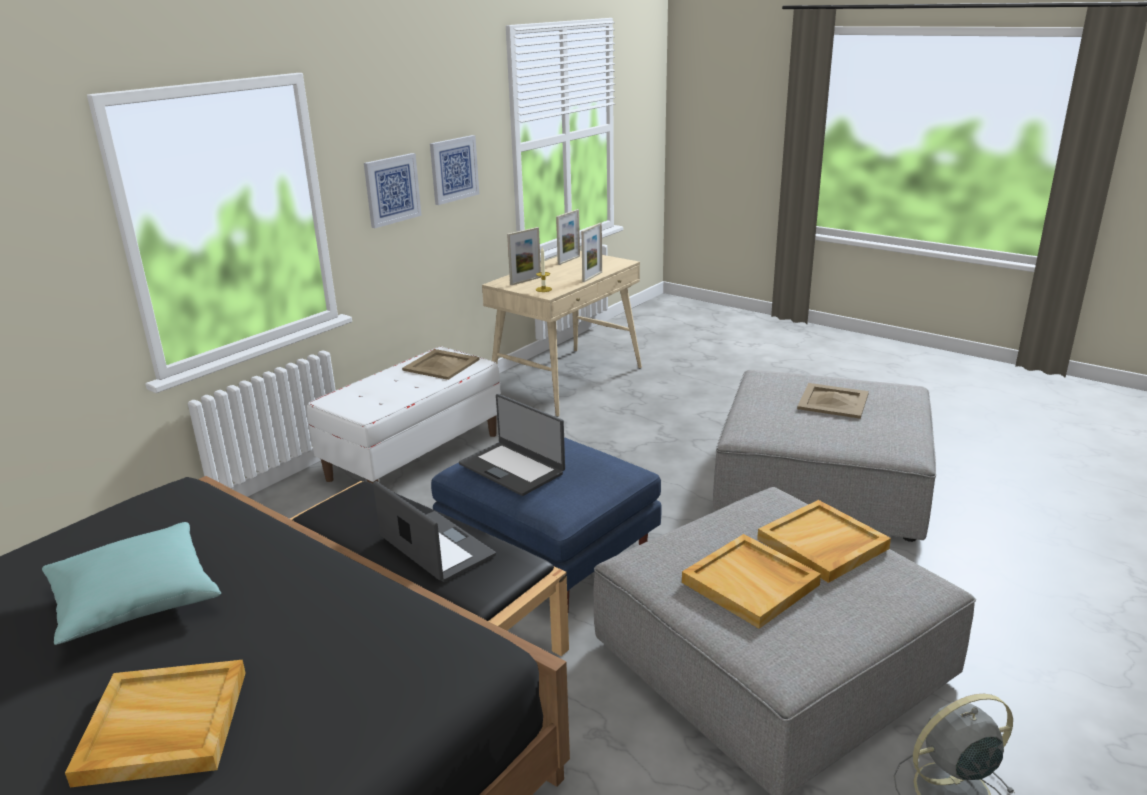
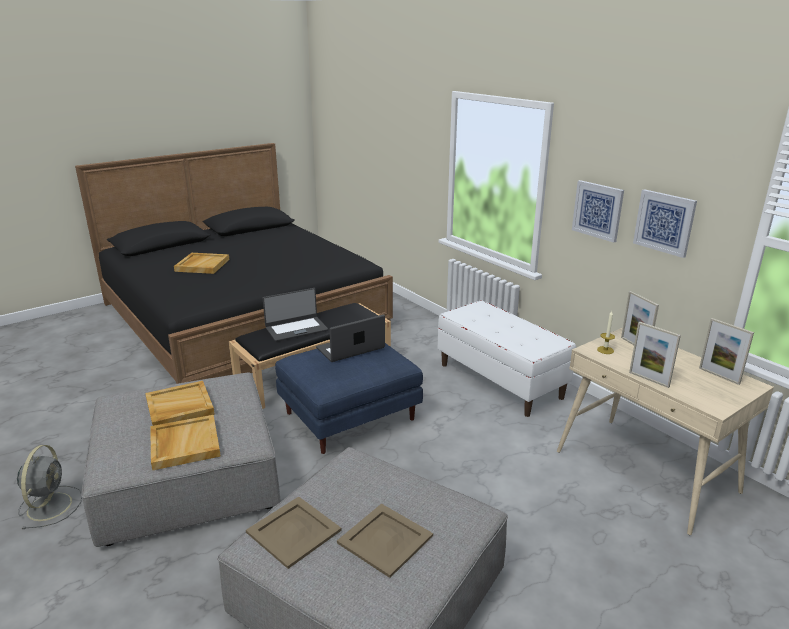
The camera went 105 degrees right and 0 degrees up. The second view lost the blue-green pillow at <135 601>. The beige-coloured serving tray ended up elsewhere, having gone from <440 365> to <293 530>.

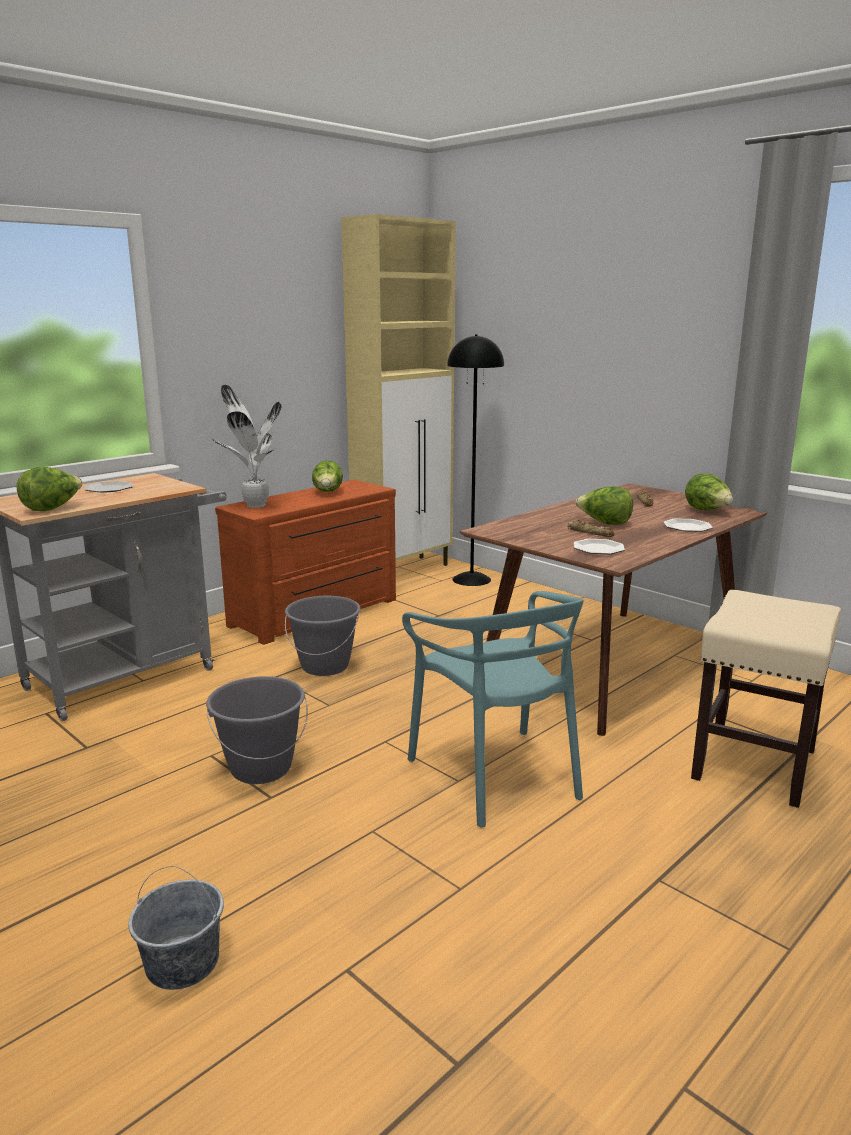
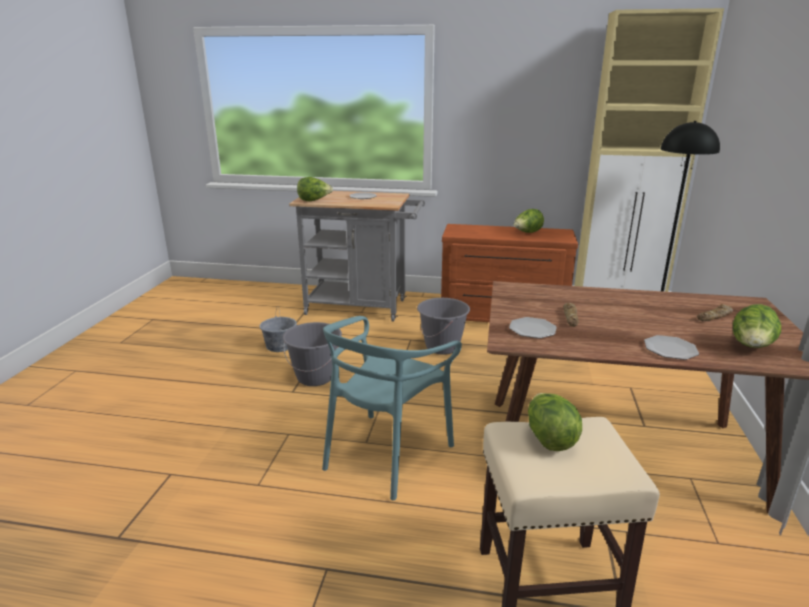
The camera went 55 degrees right and 5 degrees up. The second view lost the houseplant at <255 505>. The greyish water bucket ended up elsewhere, having gone from <182 962> to <280 346>. The lettuce ended up elsewhere, having gone from <604 523> to <549 438>.

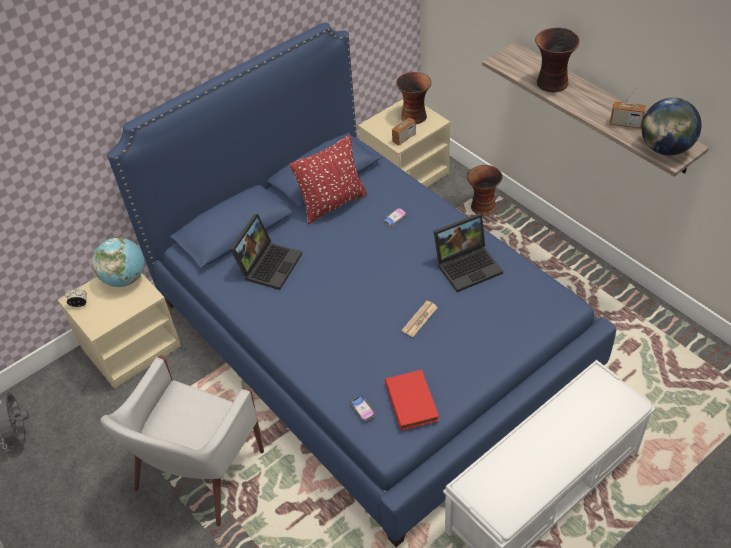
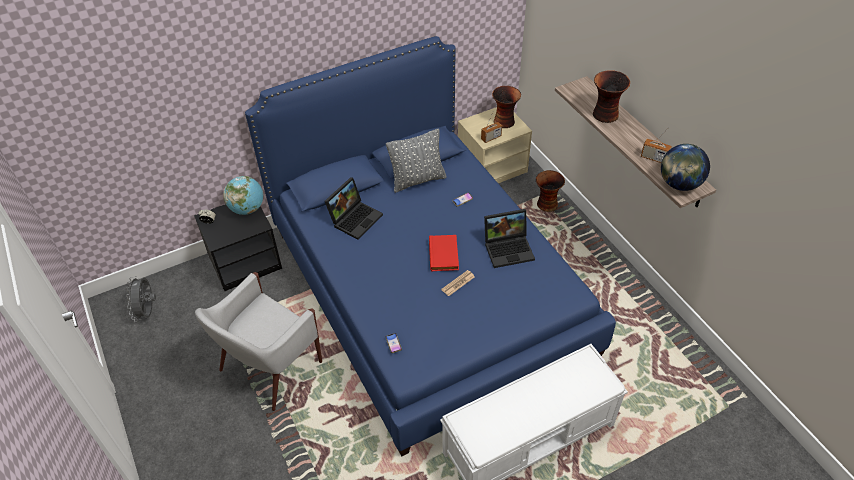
The camera went 10 degrees right and 0 degrees up. The red book ended up elsewhere, having gone from <413 402> to <444 255>. What was the beige-coloured bedside table at <131 346> turned into the blackish bedside table at <245 261>. What was the red pillow at <332 204> turned into the greyish pillow at <417 180>.

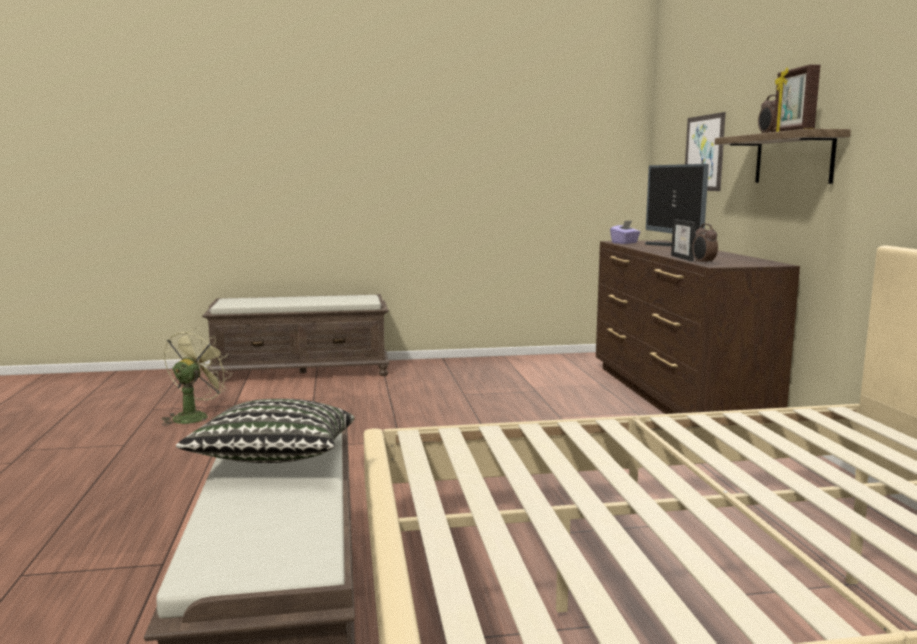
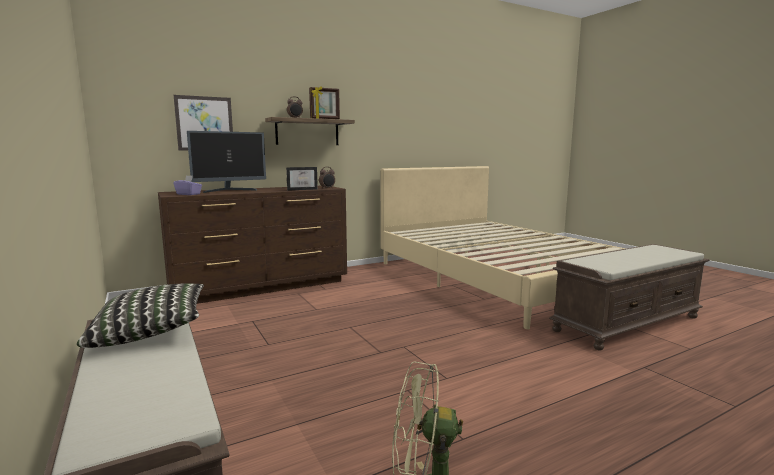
The camera went 110 degrees left and 0 degrees up. The pillow ended up elsewhere, having gone from <275 460> to <151 332>.

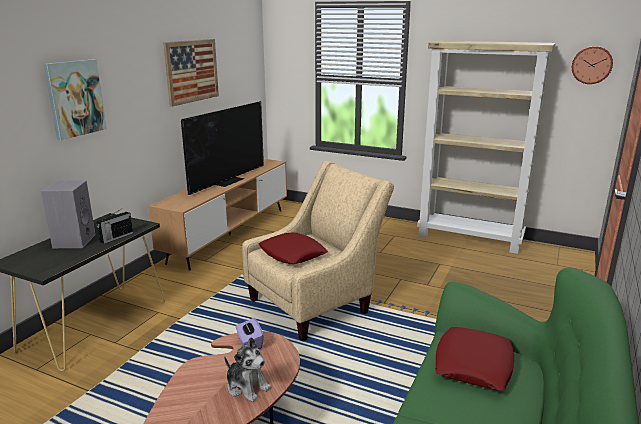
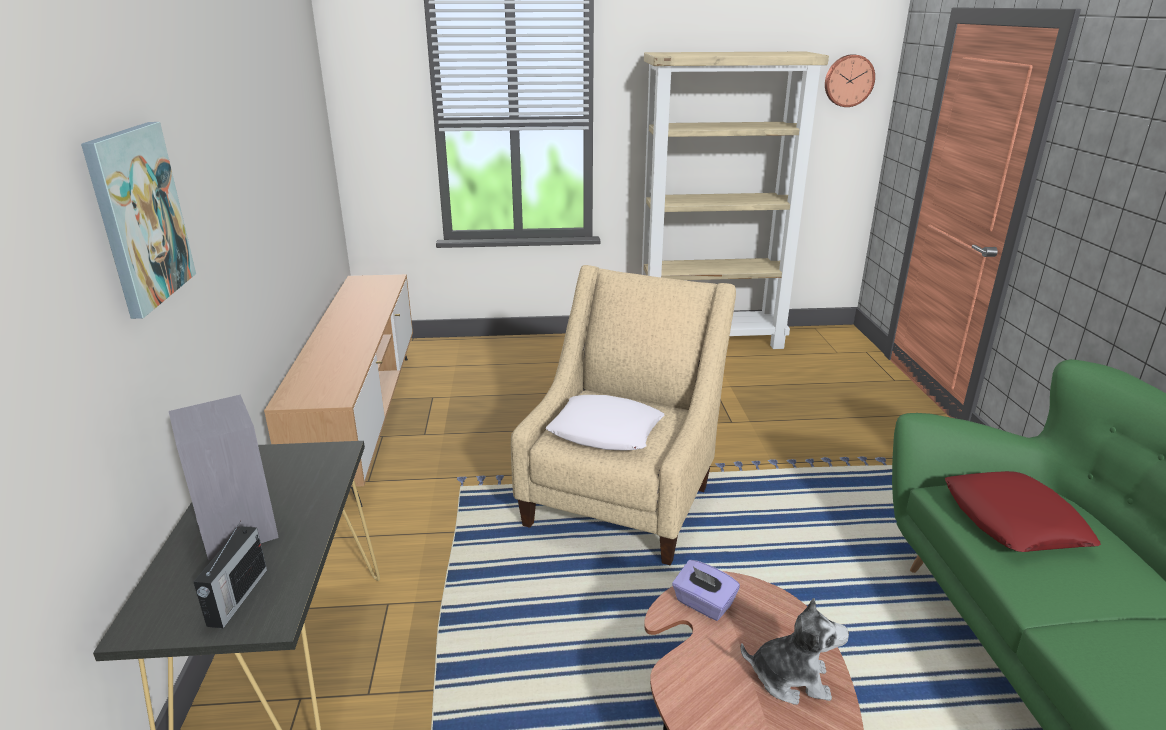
The camera went 30 degrees left and 5 degrees up. The second view lost the wall art at <192 71>. The second view lost the TV at <228 181>. The radio ended up elsewhere, having gone from <116 237> to <236 598>. What was the red pillow at <292 254> turned into the white-coloured pillow at <605 431>.

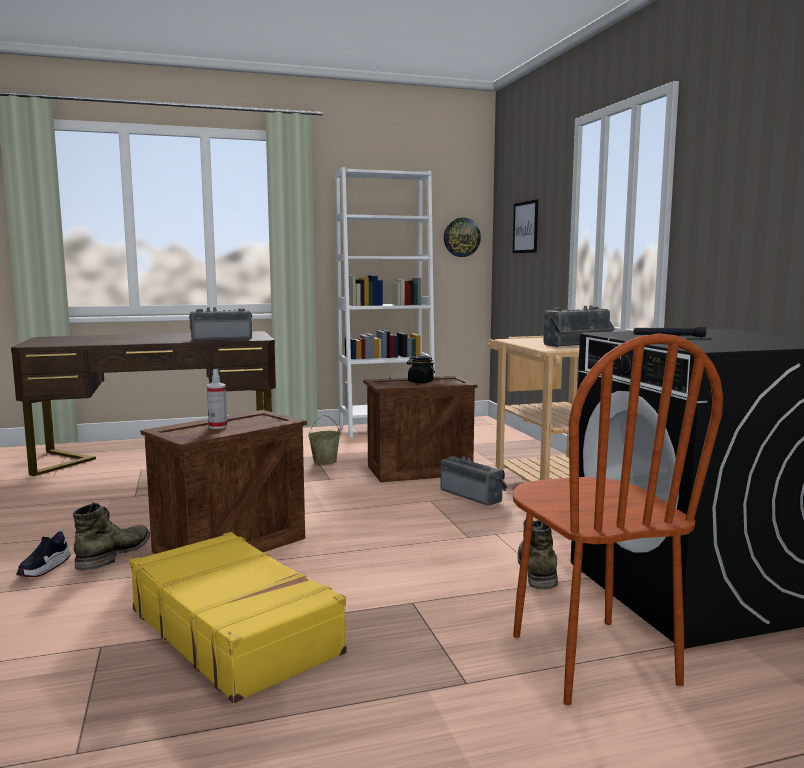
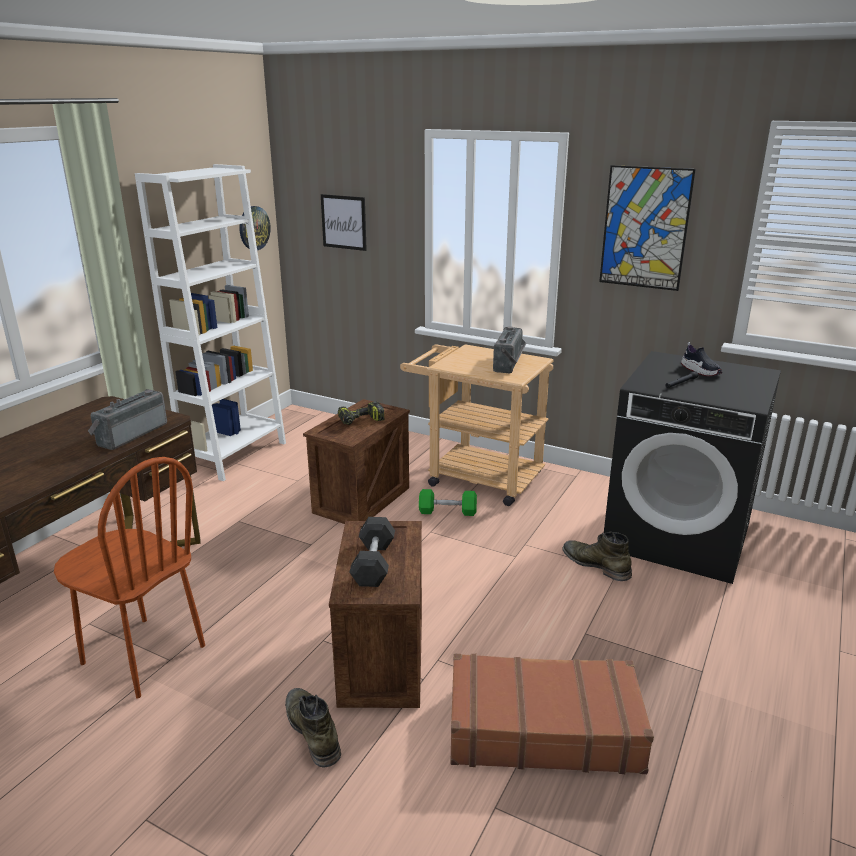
The camera went 45 degrees left and 15 degrees up. The second view lost the beige-coloured water bucket at <325 461>. The second view gained the wall art at <645 228>. The item of footwear ended up elsewhere, having gone from <44 568> to <700 371>. The brown chair ended up elsewhere, having gone from <591 659> to <143 655>. Where the spray bottle stood at <218 426>, the greyish hand weight came to stand at <373 563>. Where the blackish jar stood at <420 382>, the power drill came to stand at <361 421>. Where the radio stood at <473 495>, the green-coloured hand weight came to stand at <447 511>. What was the yellow suitcase at <235 631> turned into the brown suitcase at <543 728>.

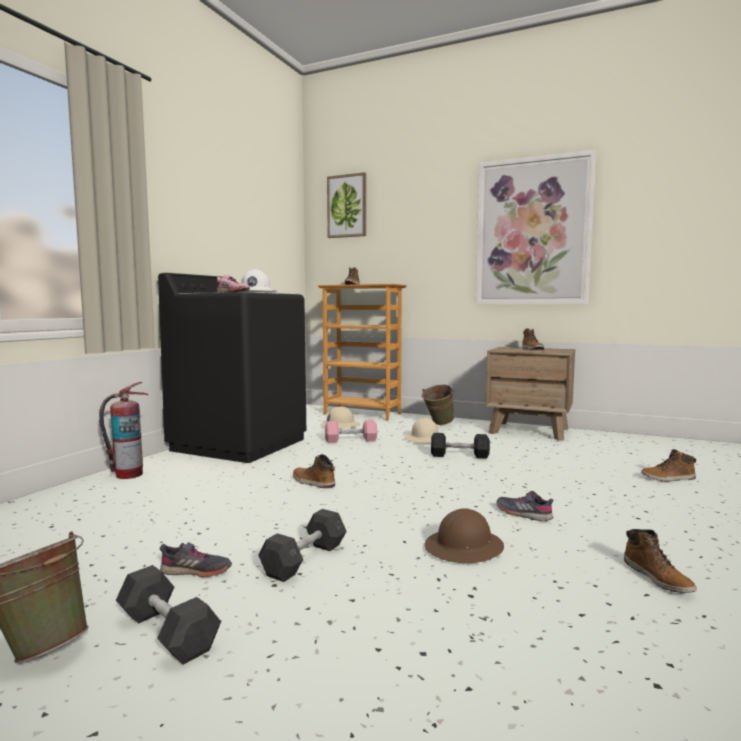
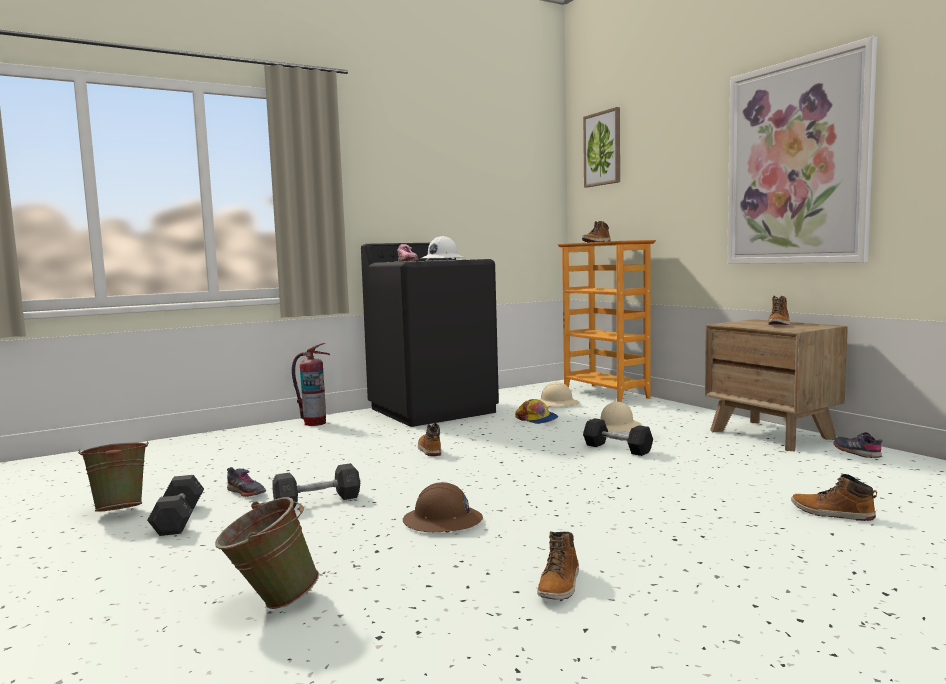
The camera went 35 degrees right and 0 degrees up. The green-coloured water bucket ended up elsewhere, having gone from <438 424> to <269 602>. The greyish item of footwear ended up elsewhere, having gone from <523 514> to <857 452>. Where the pink hand weight stood at <351 440>, the baseball cap came to stand at <537 419>.

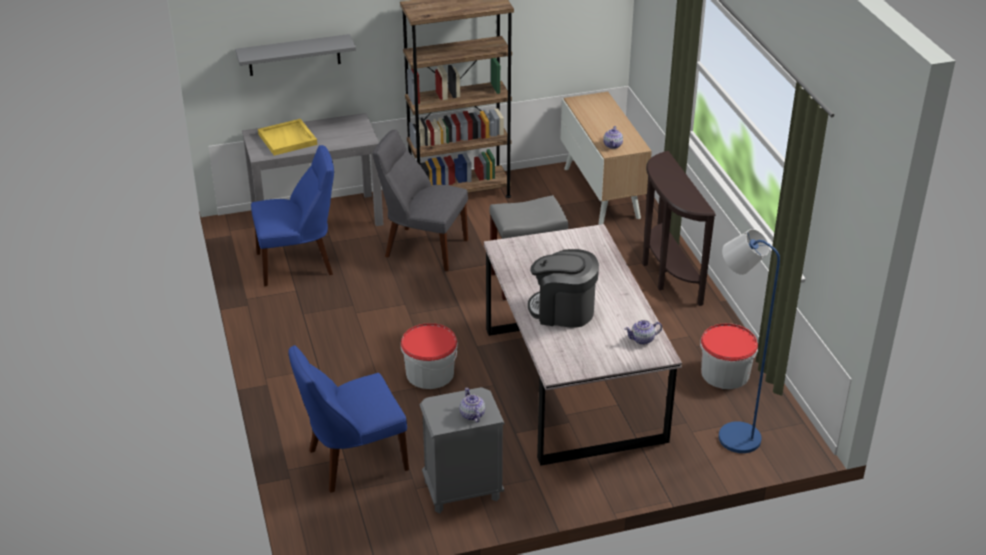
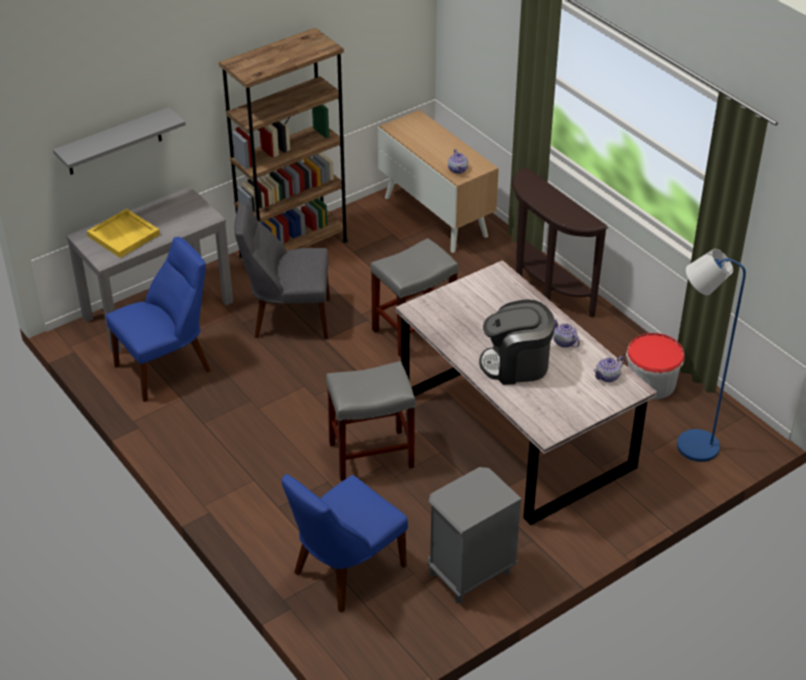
The camera went 20 degrees left and 5 degrees up. The pot for tea ended up elsewhere, having gone from <472 415> to <564 342>. Where the water bucket stood at <429 373>, the greyish stool came to stand at <370 455>.

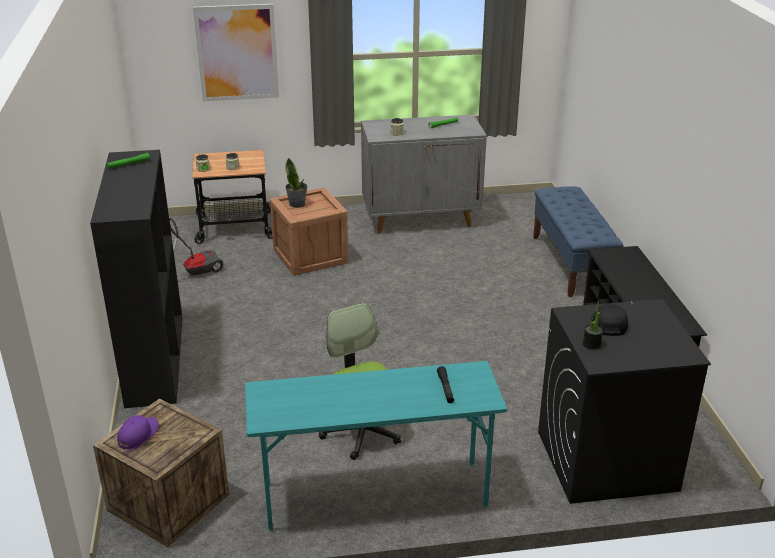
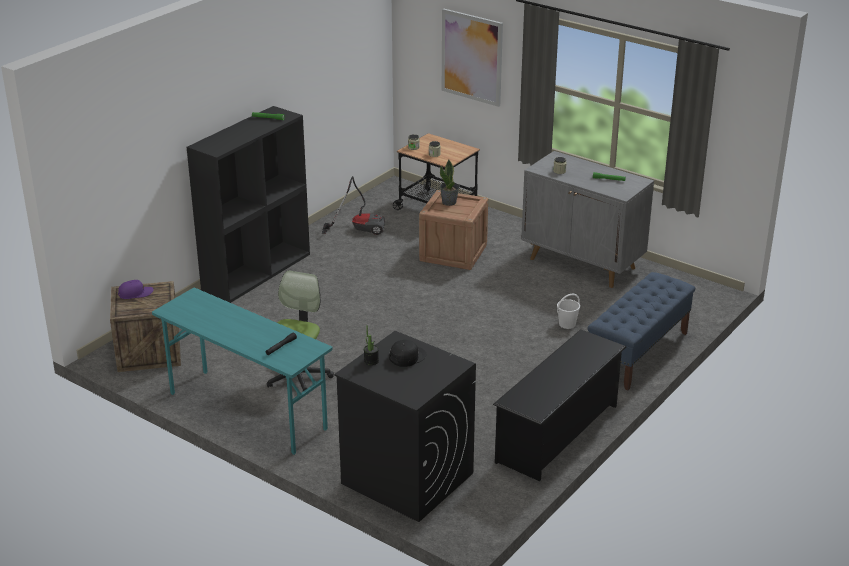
The camera went 45 degrees right and 0 degrees up. The second view gained the white-coloured water bucket at <567 324>.

